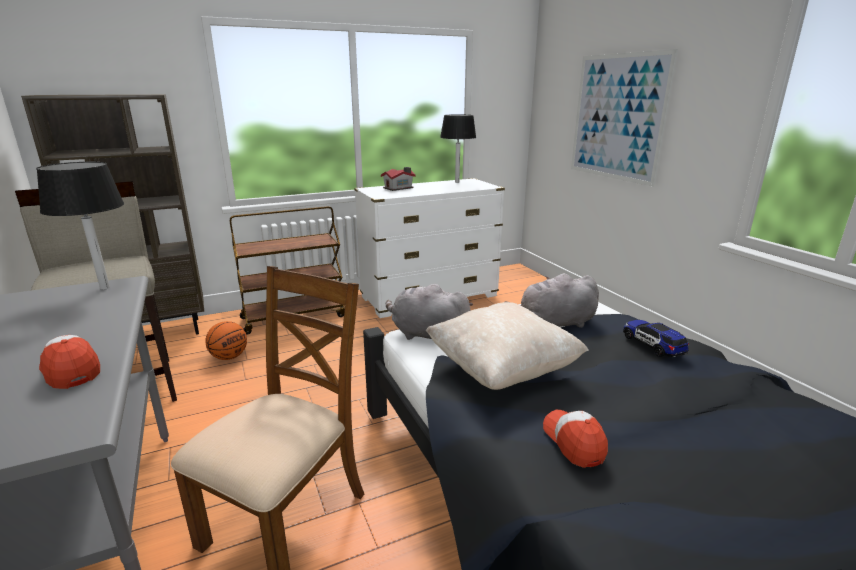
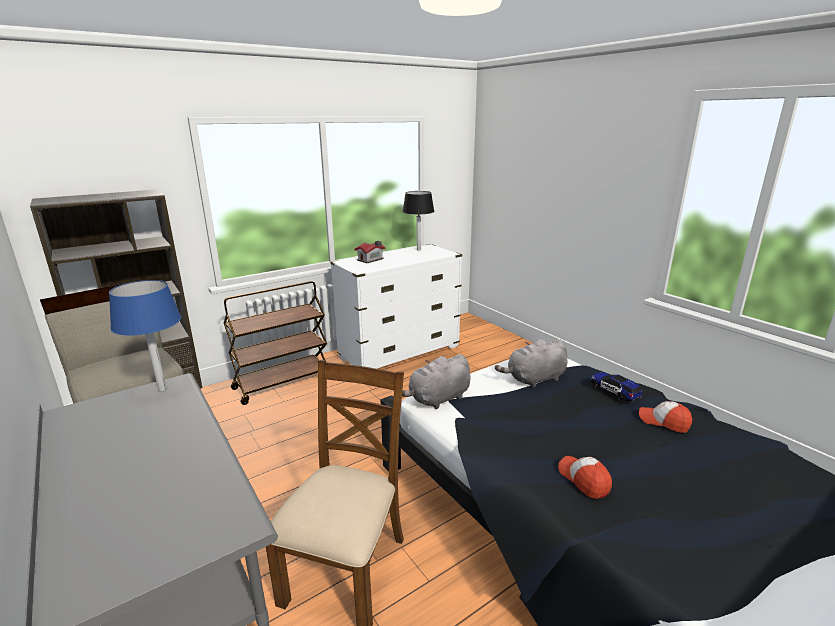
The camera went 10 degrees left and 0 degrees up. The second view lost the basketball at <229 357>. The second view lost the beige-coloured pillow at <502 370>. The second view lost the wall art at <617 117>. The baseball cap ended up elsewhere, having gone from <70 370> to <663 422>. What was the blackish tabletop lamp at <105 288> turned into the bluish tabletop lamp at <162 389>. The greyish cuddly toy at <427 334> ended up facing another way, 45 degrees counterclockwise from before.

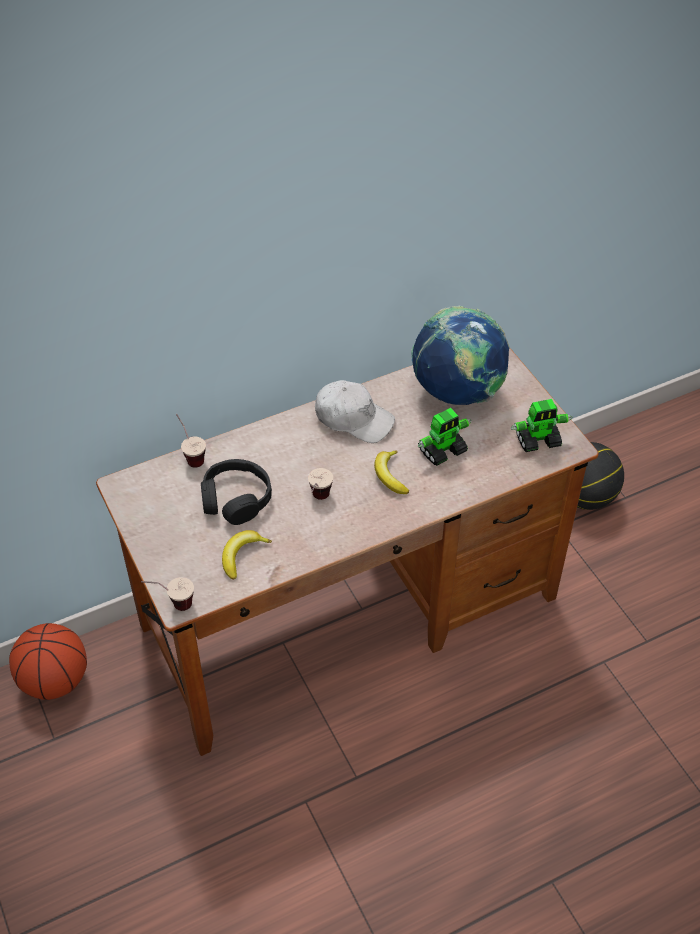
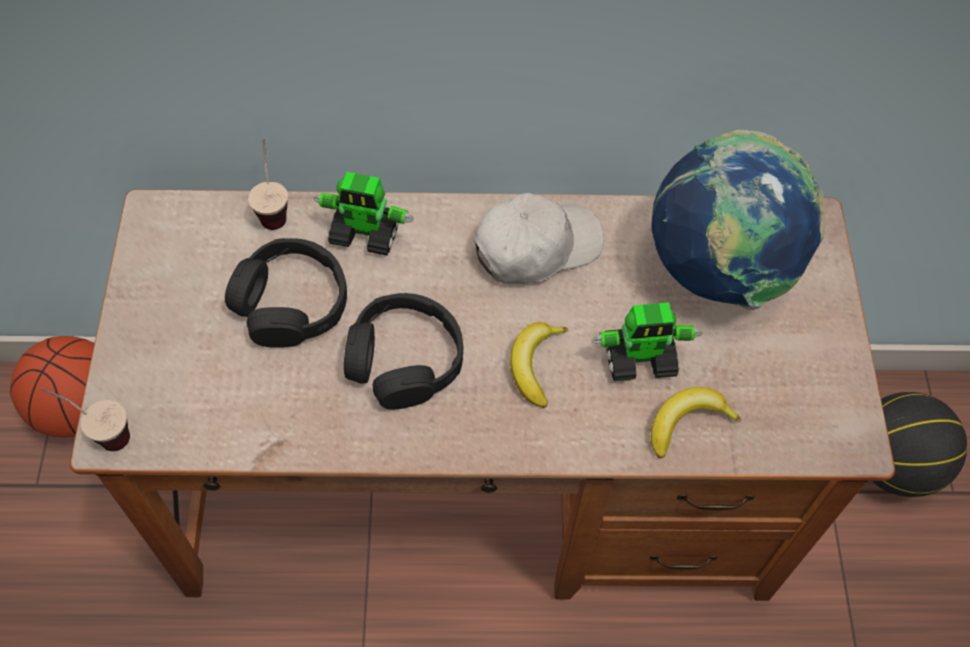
The camera went 25 degrees right and 10 degrees up. The banana fruit ended up elsewhere, having gone from <242 555> to <686 423>. The model robot ended up elsewhere, having gone from <538 440> to <366 233>. Where the drinking cup stood at <318 501>, the blackish headset came to stand at <404 360>. The white-coloured baseball cap at <353 419> ended up facing another way, 75 degrees counterclockwise from before.

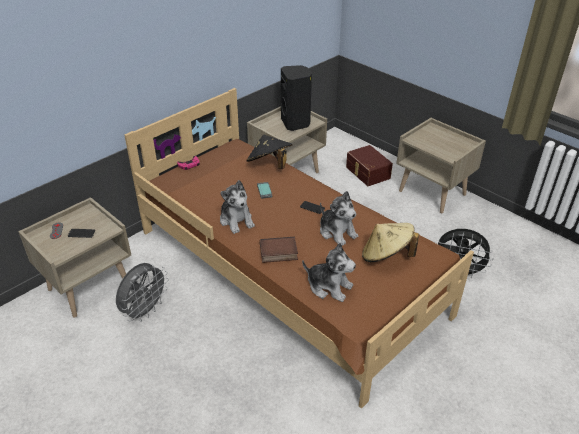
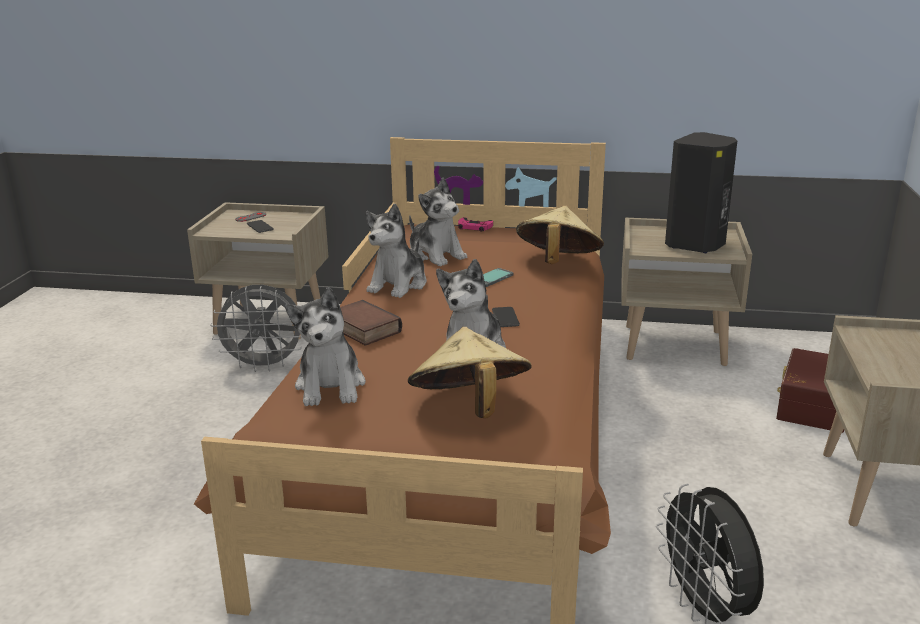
The camera went 55 degrees right and 15 degrees down. The second view gained the cuddly toy at <436 255>. What was the blackish hat at <269 165> turned into the beige-coloured hat at <557 263>.

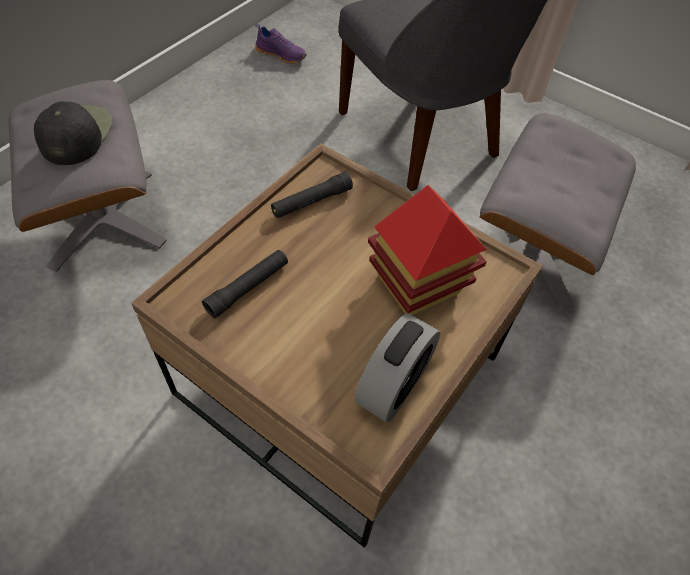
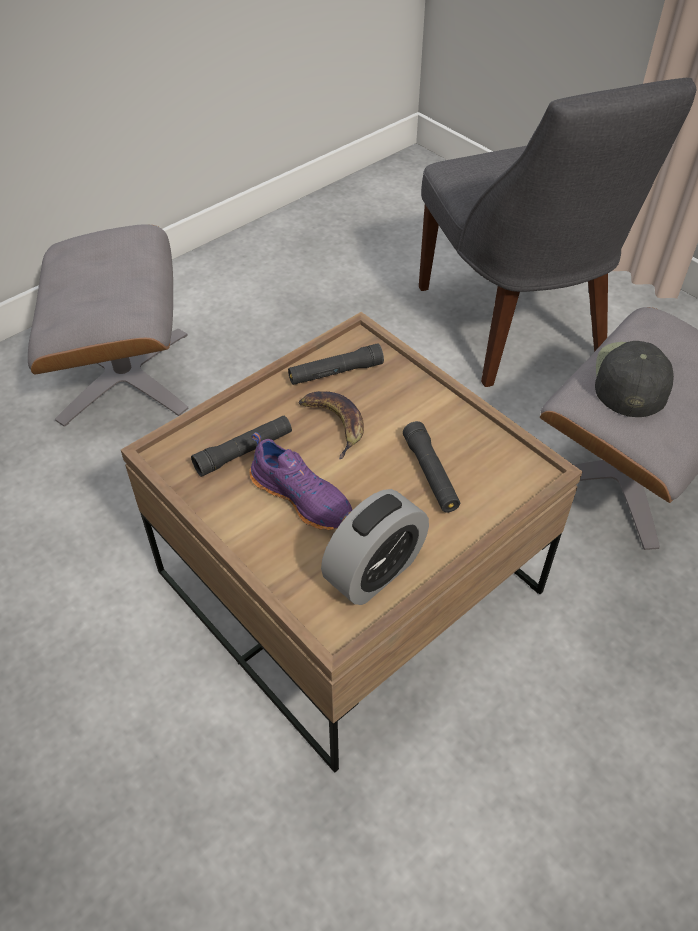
The camera went 15 degrees right and 5 degrees down. The second view gained the banana fruit at <334 424>. The blackish baseball cap ended up elsewhere, having gone from <75 134> to <631 379>. The purplish item of footwear ended up elsewhere, having gone from <281 54> to <302 496>. Where the model house stood at <418 285>, the blackish torch came to stand at <430 474>.

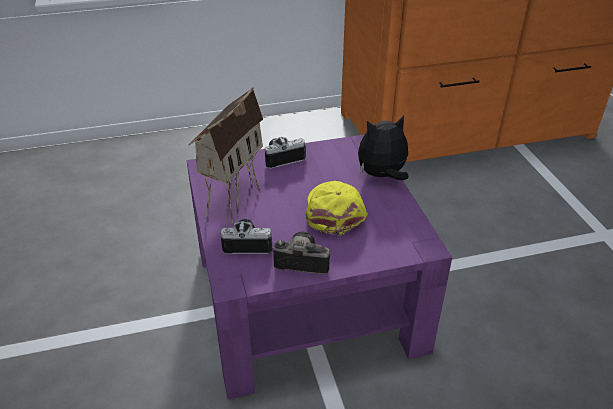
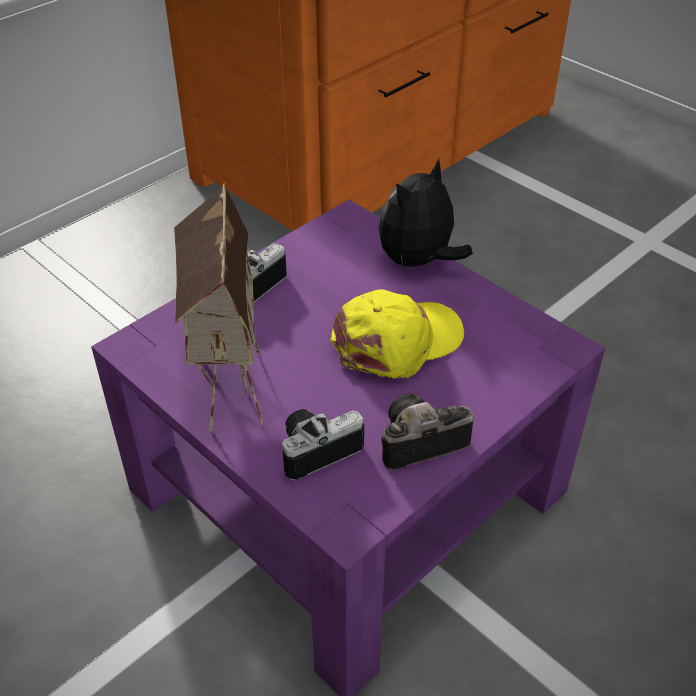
The camera went 30 degrees left and 5 degrees up. The yellow baseball cap at <334 210> ended up facing another way, 90 degrees clockwise from before.

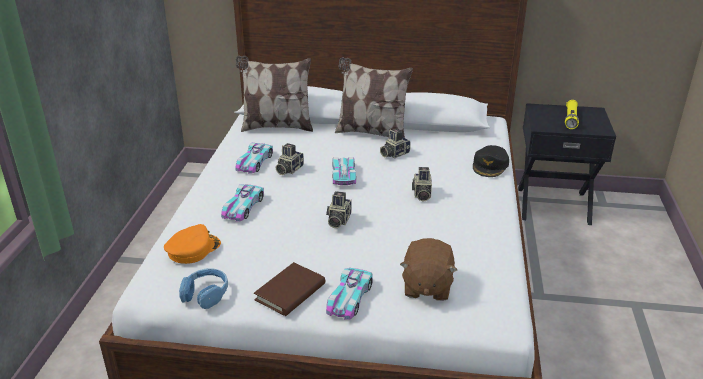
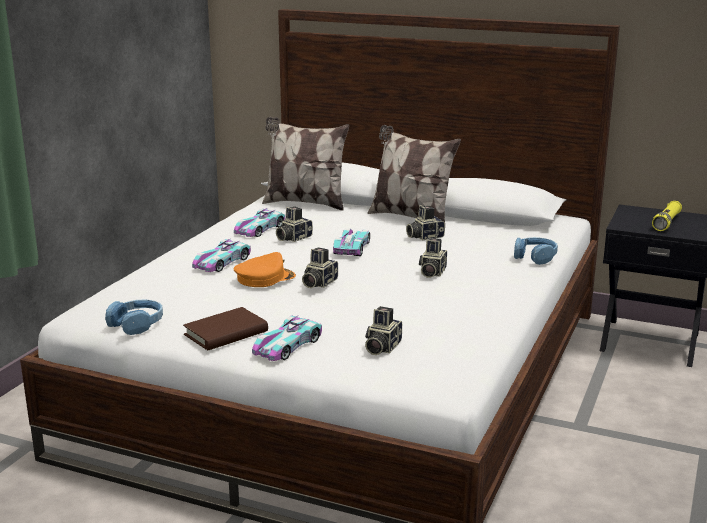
The camera went 15 degrees right and 10 degrees down. The orangey baseball cap ended up elsewhere, having gone from <193 249> to <264 278>. Where the brown cuddly toy stood at <426 286>, the photo camera came to stand at <381 347>. Where the blackish baseball cap stood at <490 165>, the bluish headset came to stand at <535 257>.

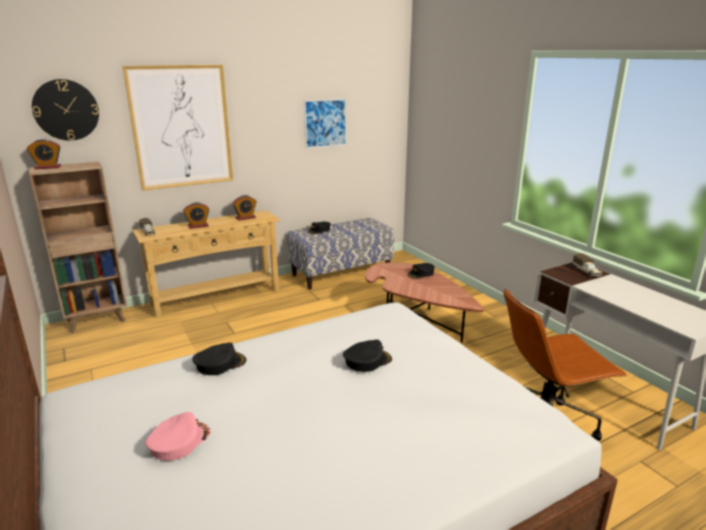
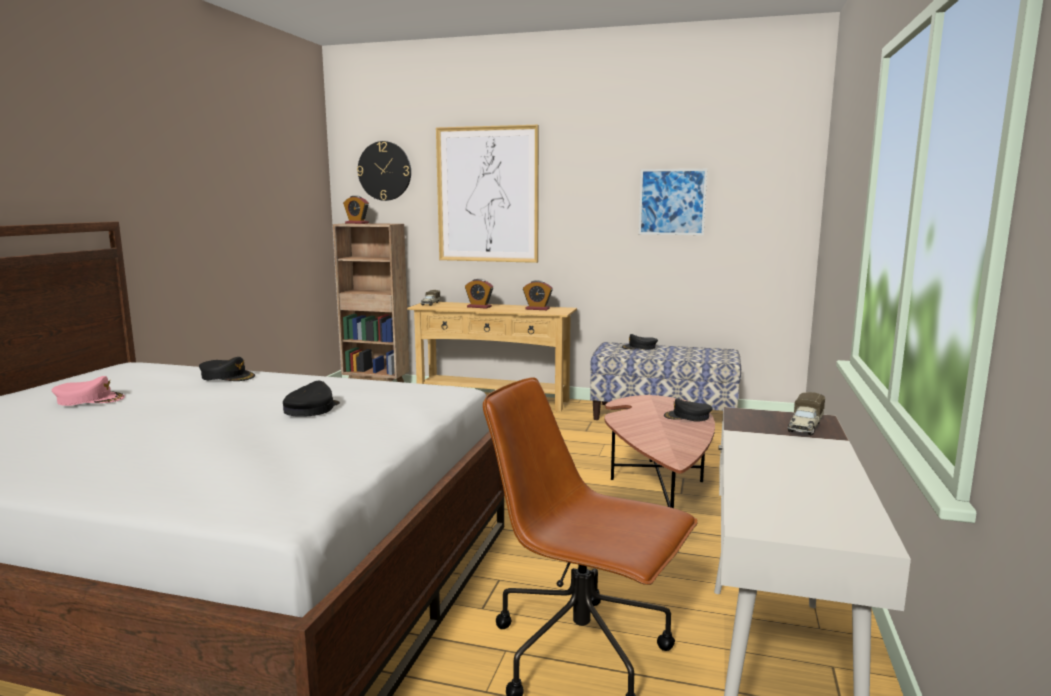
The camera went 45 degrees right and 10 degrees down. The blackish baseball cap at <367 360> ended up facing another way, 90 degrees counterclockwise from before.

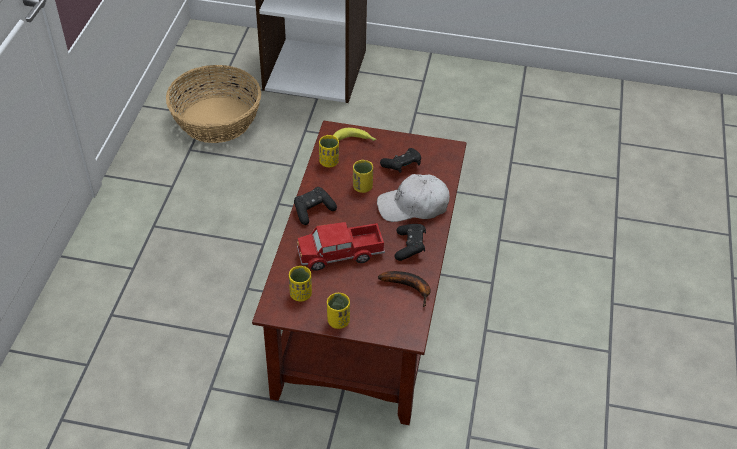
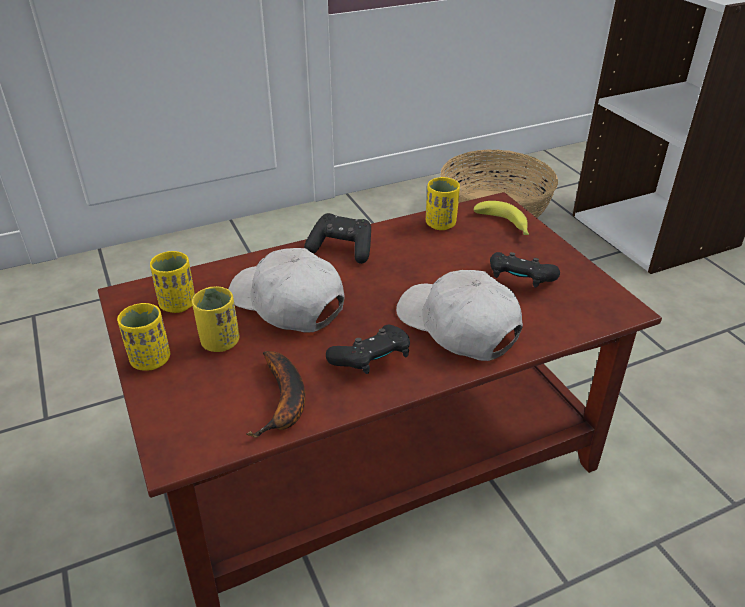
The camera went 55 degrees right and 10 degrees down. The yellow drinking cup ended up elsewhere, having gone from <362 187> to <220 342>. Where the toy lorry stood at <340 253>, the white-coloured baseball cap came to stand at <287 303>.

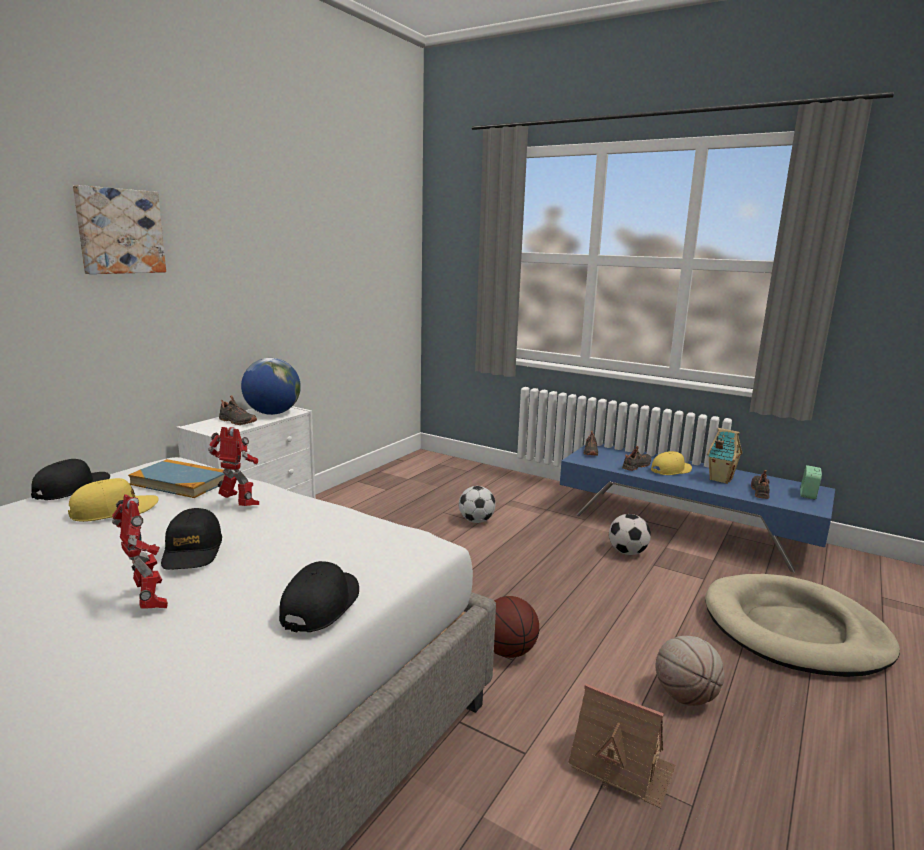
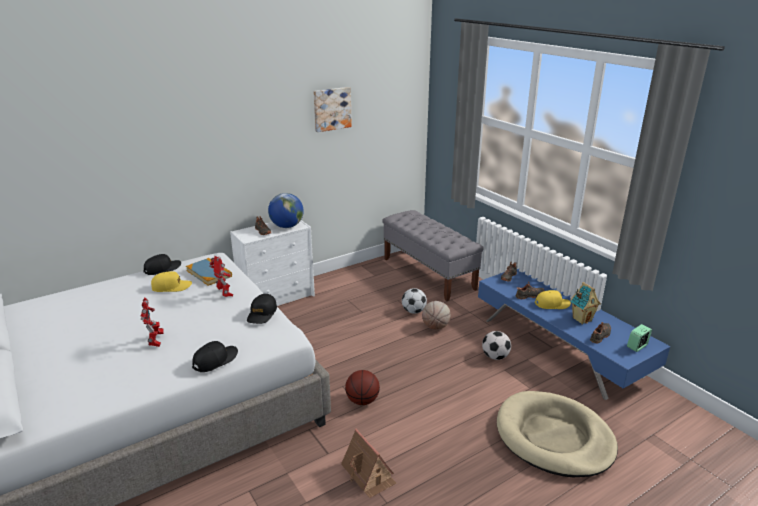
The camera went 25 degrees right and 10 degrees up. The second view gained the greyish long seat at <428 274>. The wall art ended up elsewhere, having gone from <119 231> to <331 109>. The blackish baseball cap ended up elsewhere, having gone from <192 551> to <262 314>. The basketball ended up elsewhere, having gone from <685 696> to <435 327>.

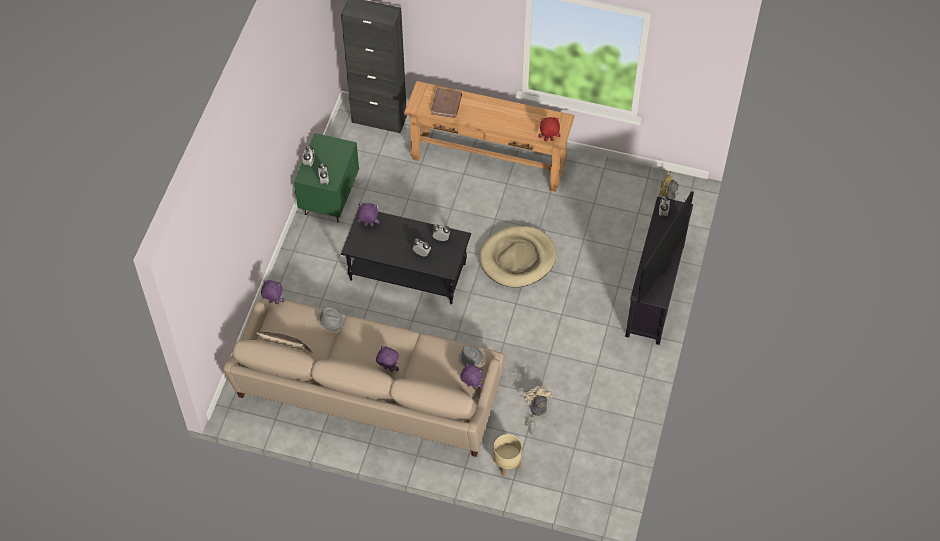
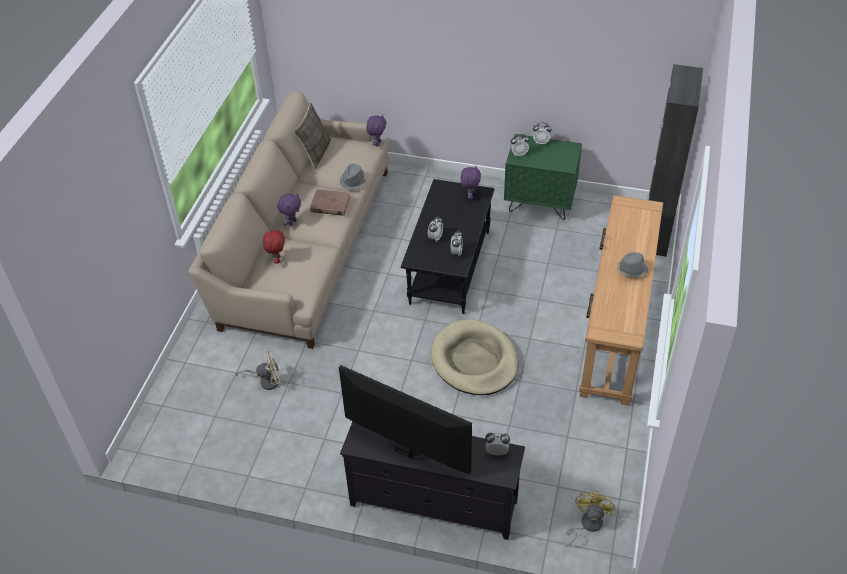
The camera went 90 degrees right and 10 degrees down. The second view lost the purplish cuddly toy at <471 386>. The second view lost the beige-coloured flower pot at <506 464>. The brown book ended up elsewhere, having gone from <446 104> to <330 204>. The greyish hat ended up elsewhere, having gone from <471 359> to <631 270>. The red cuddly toy ended up elsewhere, having gone from <548 140> to <277 260>.

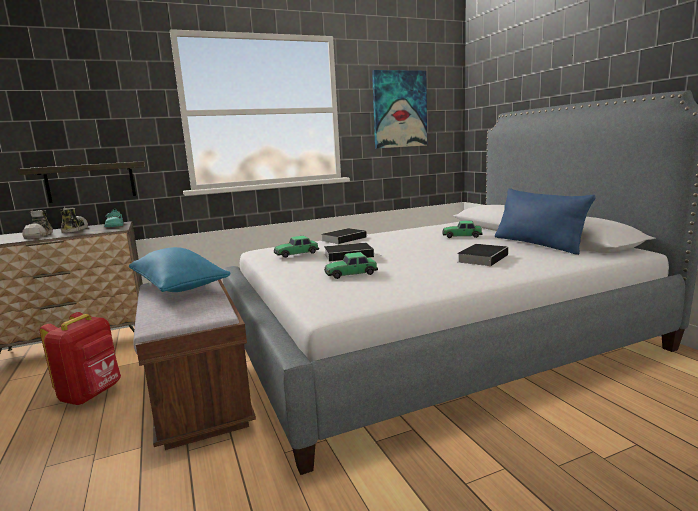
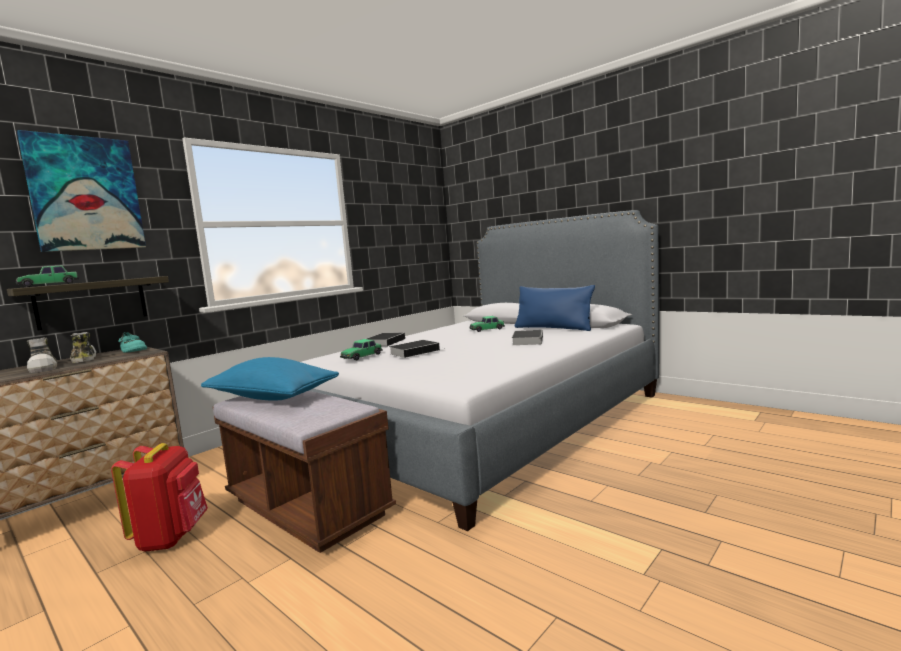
The camera went 25 degrees left and 5 degrees down. The miniature car ended up elsewhere, having gone from <350 274> to <49 285>. The wall art ended up elsewhere, having gone from <399 109> to <85 194>.

